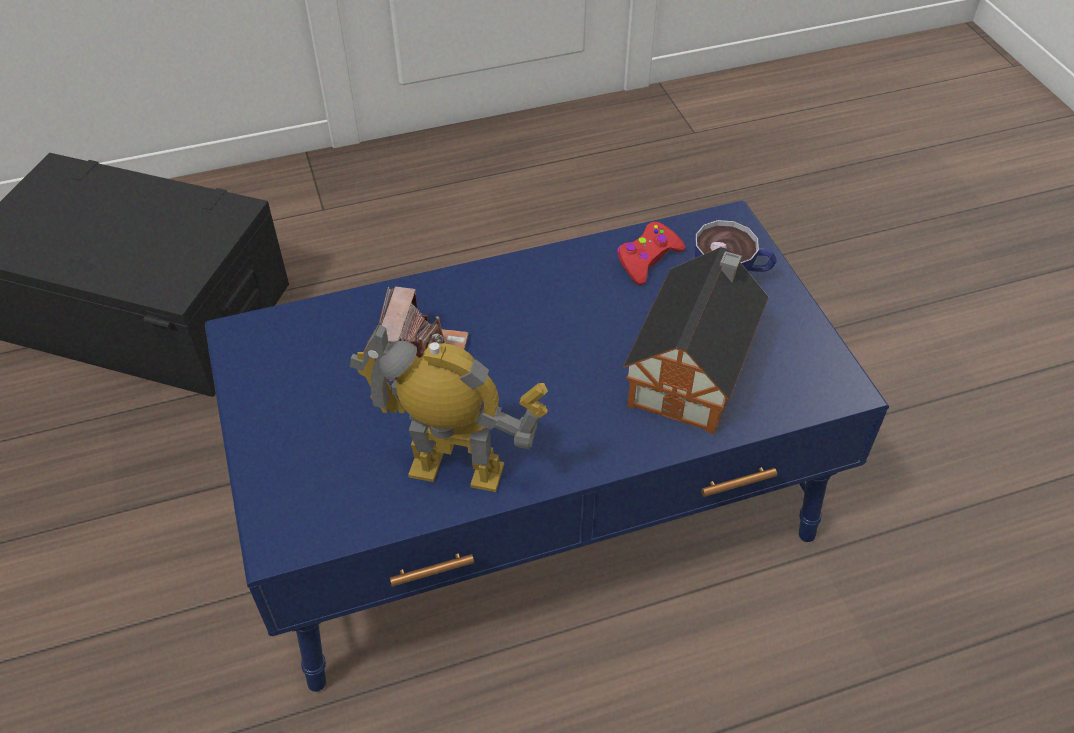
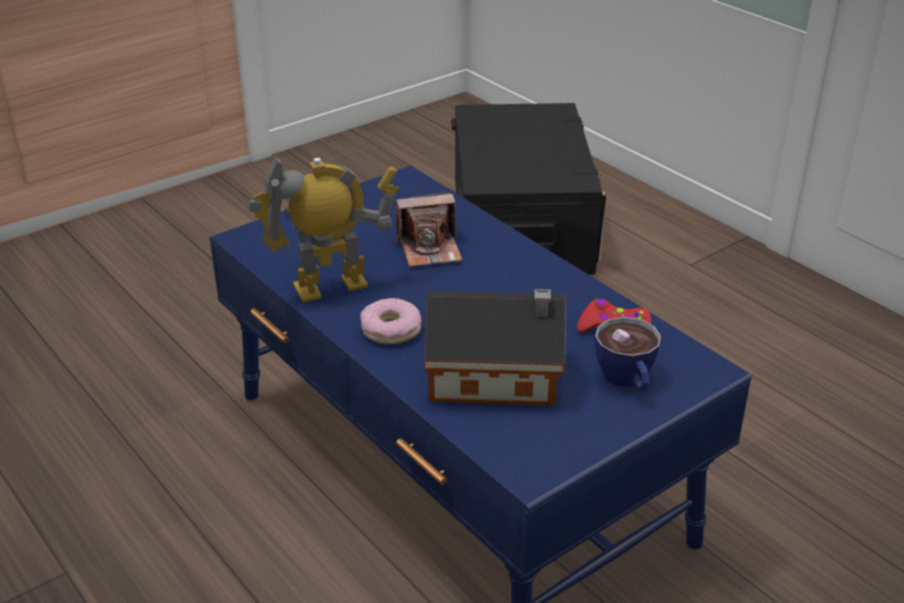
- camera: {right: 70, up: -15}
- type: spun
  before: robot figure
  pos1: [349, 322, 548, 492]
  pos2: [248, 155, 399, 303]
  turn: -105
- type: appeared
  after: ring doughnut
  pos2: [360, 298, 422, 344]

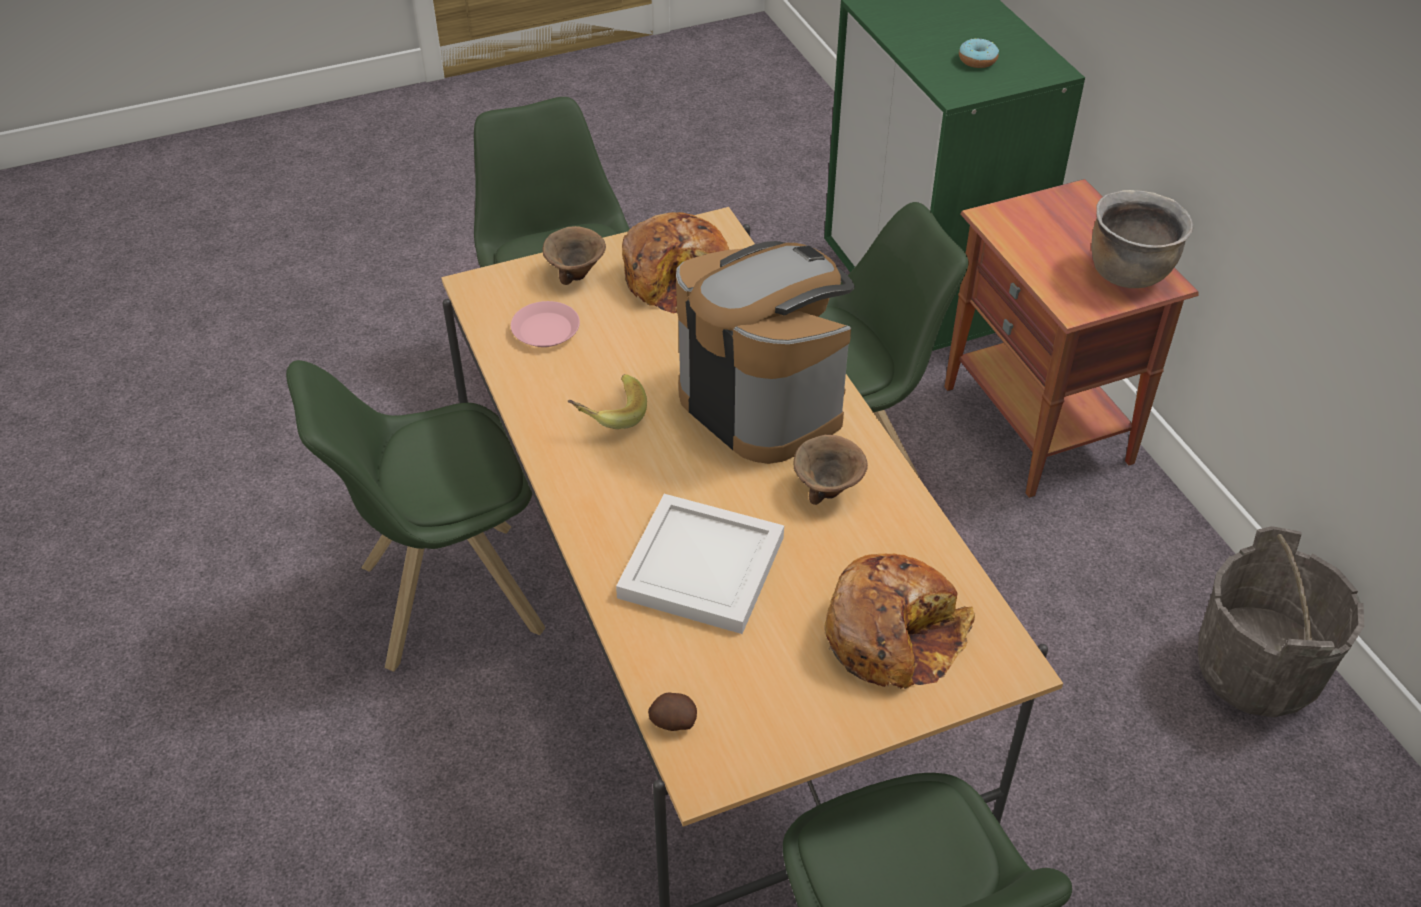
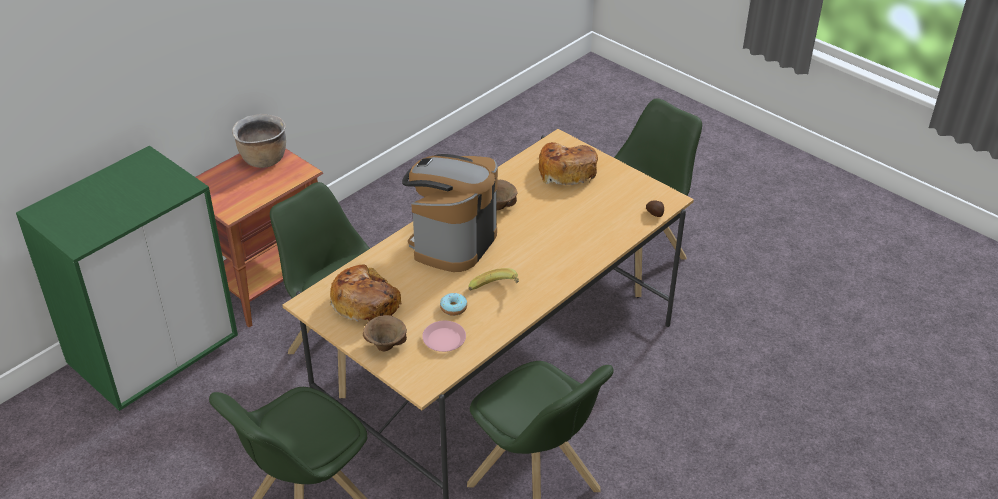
- camera: {right: -115, up: -5}
- type: relocated
  before: ring doughnut
  pos1: [959, 38, 999, 68]
  pos2: [440, 293, 467, 316]
- type: missing
  before: white carrying tray
  pos1: [616, 494, 784, 634]
- type: missing
  before: greyish water bucket
  pos1: [1198, 526, 1364, 717]

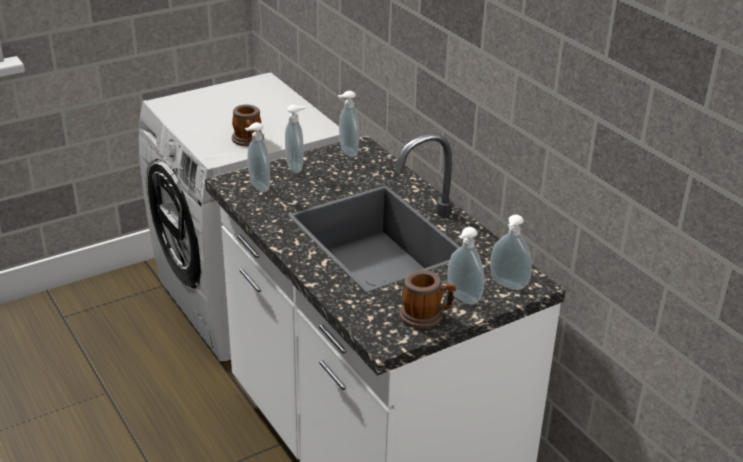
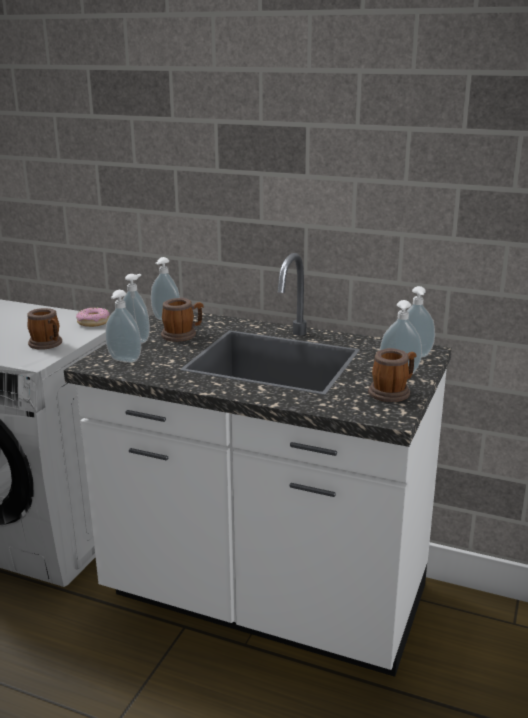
- camera: {right: -35, up: -10}
- type: appeared
  after: coffee mug
  pos2: [161, 298, 204, 342]
- type: appeared
  after: ring doughnut
  pos2: [76, 308, 110, 327]

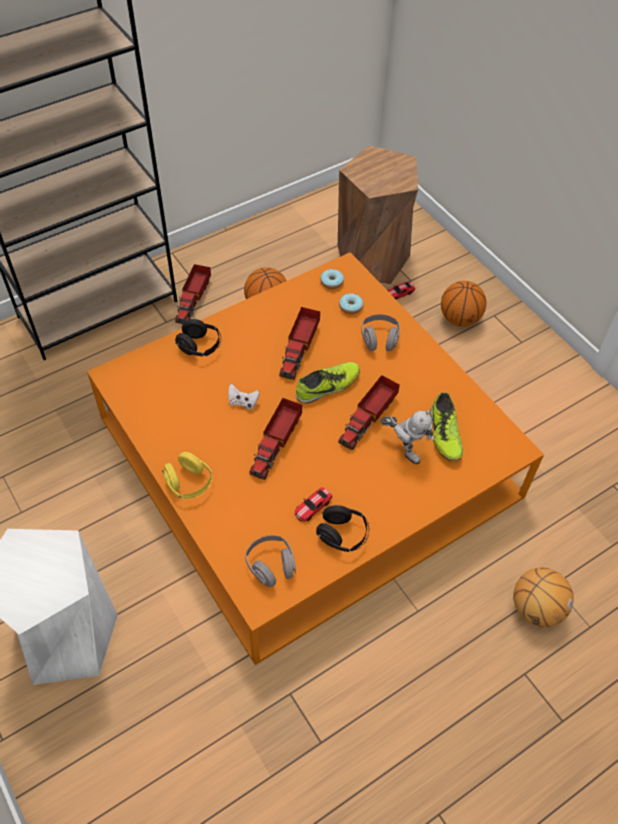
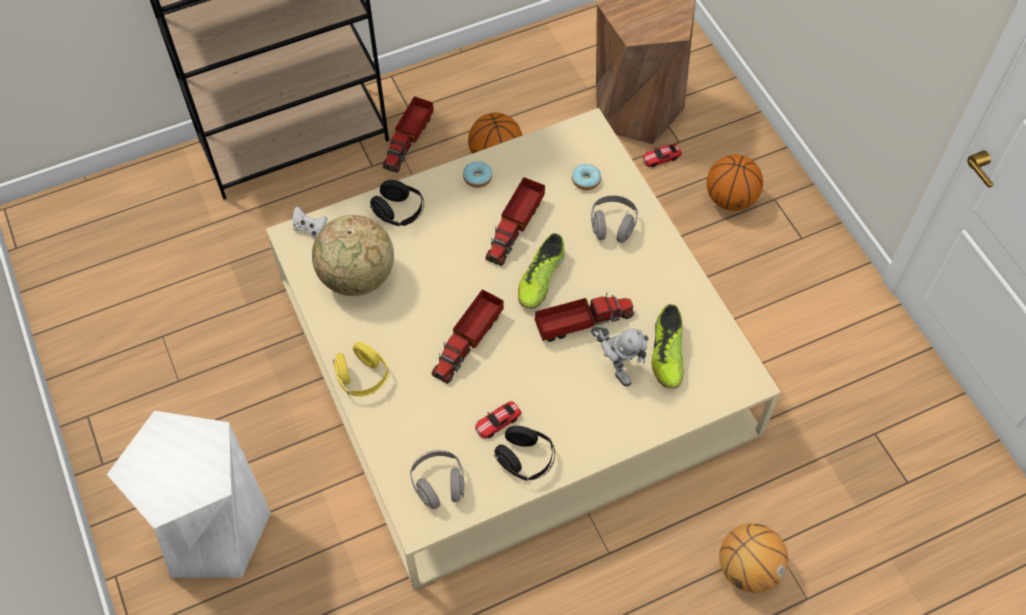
- camera: {right: 10, up: 5}
- type: colour
  before: orange low table
  after: beige-coloured low table
  pos1: [87, 252, 544, 665]
  pos2: [266, 108, 781, 589]
- type: relocated
  before: ring doughnut
  pos1: [320, 269, 344, 289]
  pos2: [463, 161, 492, 188]
- type: spun
  before: low shoe
  pos1: [296, 362, 360, 404]
  pos2: [518, 233, 565, 309]
  turn: 135
- type: spun
  before: toy truck
  pos1: [338, 375, 400, 450]
  pos2: [535, 293, 634, 342]
  turn: -150
- type: relocated
  before: white game controller
  pos1: [228, 384, 260, 410]
  pos2: [292, 206, 327, 238]
- type: appeared
  after: world globe
  pos2: [312, 215, 394, 296]

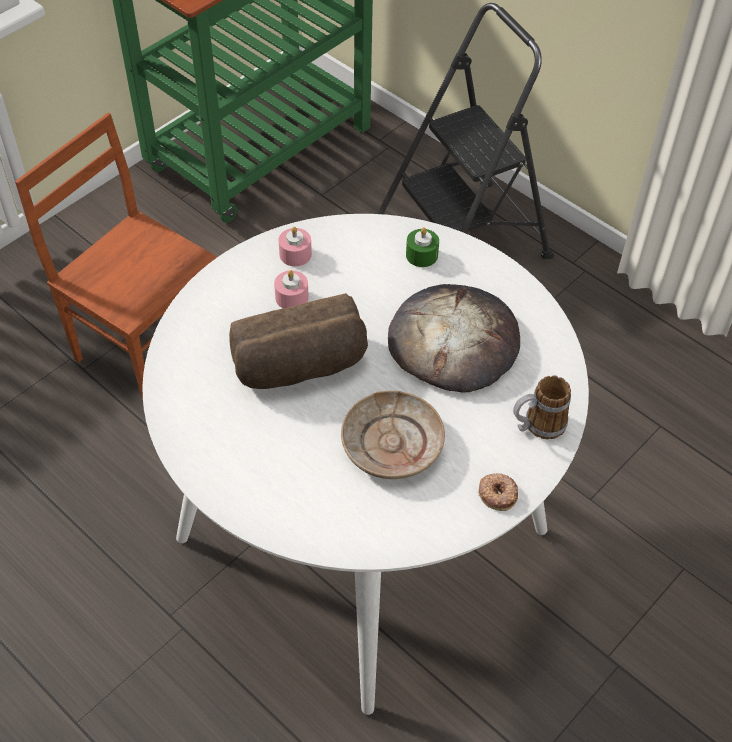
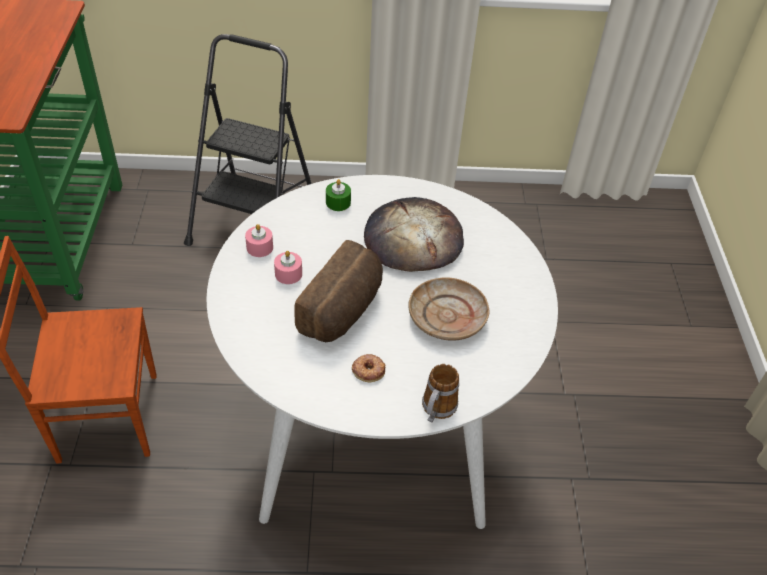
- camera: {right: -45, up: -5}
- type: relocated
  before: coffee mug
  pos1: [513, 375, 571, 439]
  pos2: [422, 364, 459, 422]
- type: relocated
  before: ring doughnut
  pos1: [478, 473, 518, 511]
  pos2: [352, 354, 385, 382]

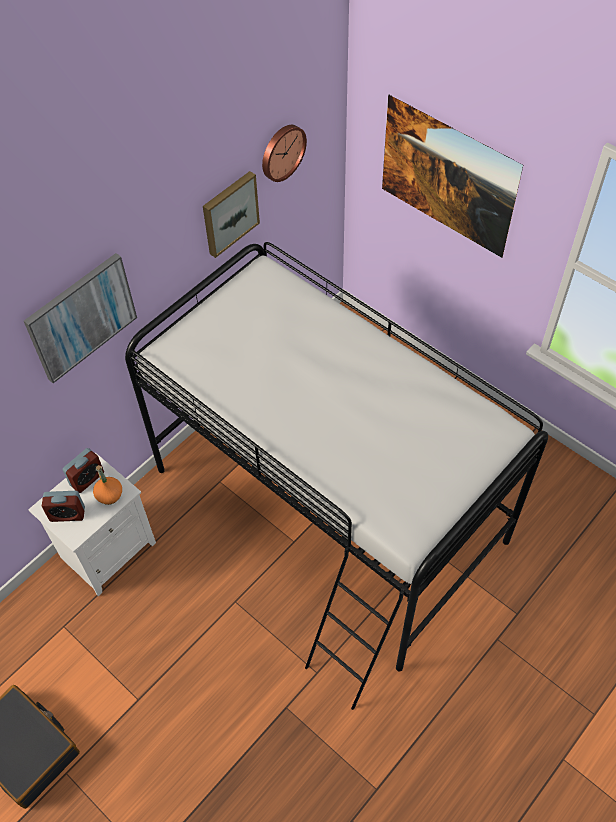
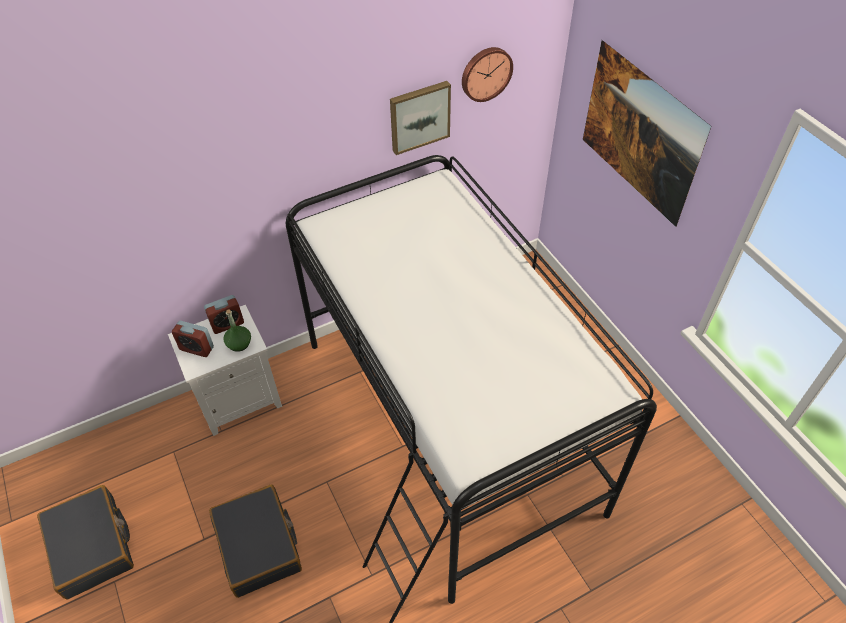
- camera: {right: 20, up: -5}
- type: missing
  before: wall art
  pos1: [24, 253, 137, 383]
- type: colour
  before: orange bottle
  after: greenish bottle
  pos1: [93, 465, 122, 505]
  pos2: [223, 309, 251, 352]
- type: appeared
  after: black piece of luggage
  pos2: [209, 485, 302, 598]

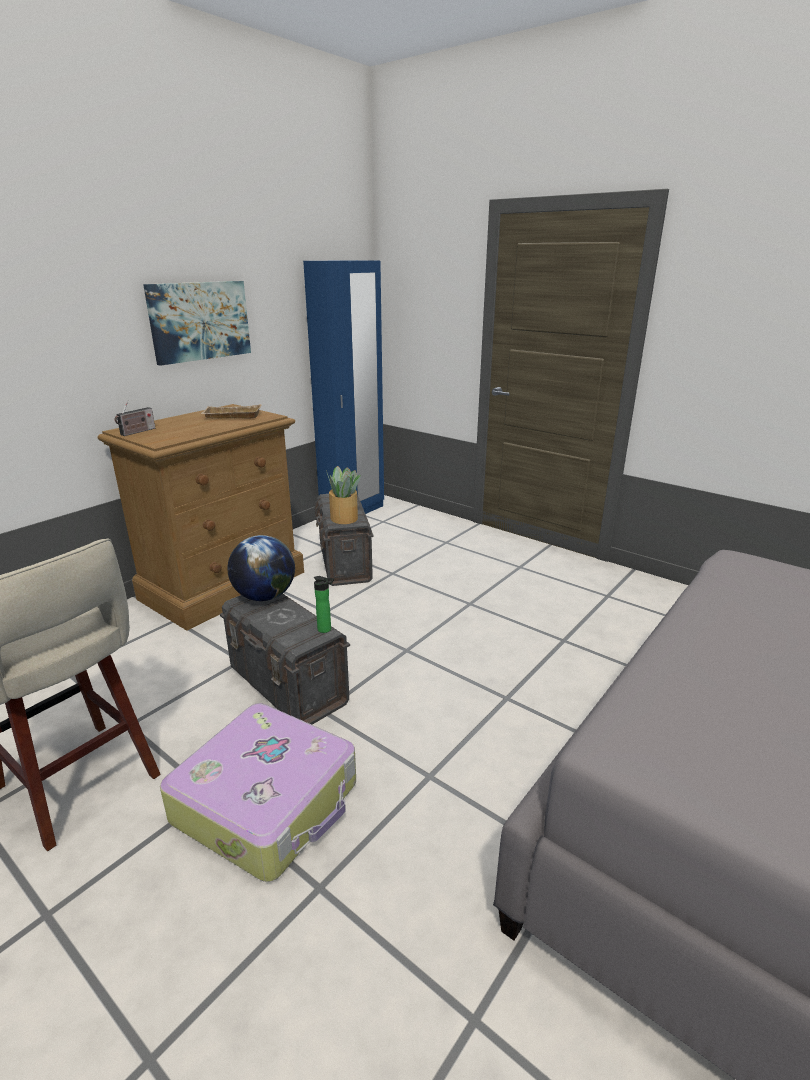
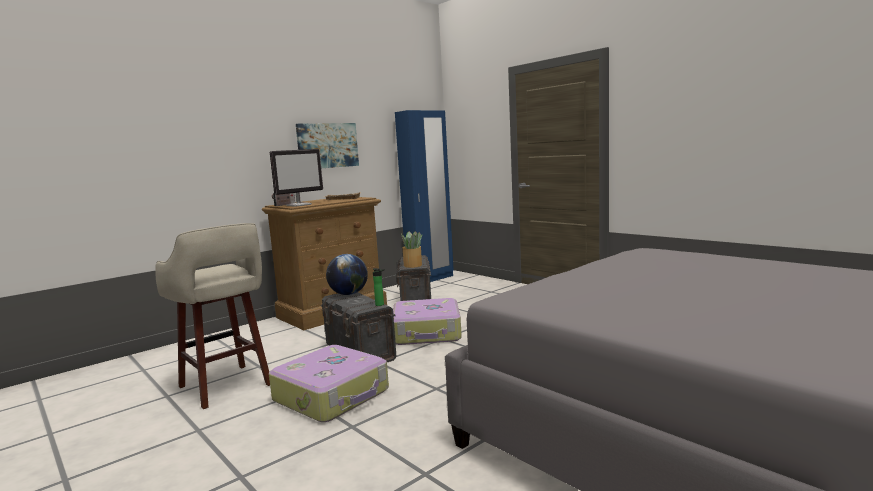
- camera: {right: 10, up: -15}
- type: appeared
  after: monitor
  pos2: [270, 149, 323, 207]
- type: appeared
  after: piece of luggage
  pos2: [393, 298, 462, 345]

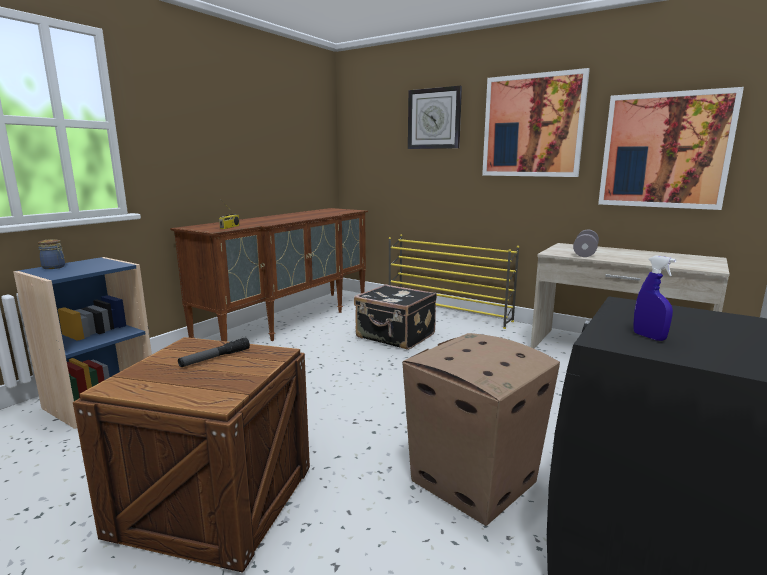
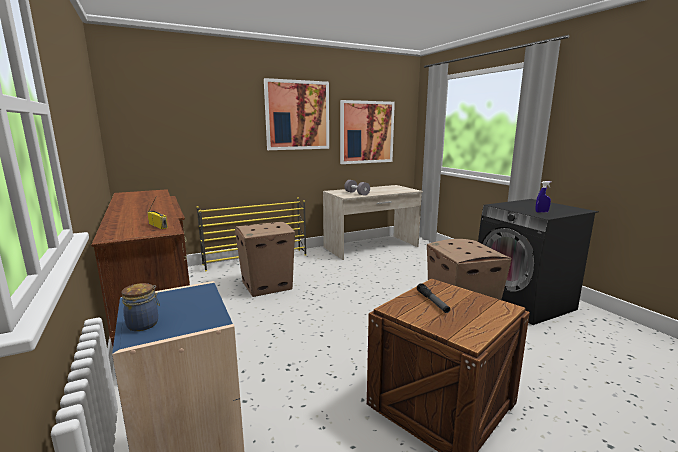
- camera: {right: -60, up: 0}
- type: missing
  before: hanging clock
  pos1: [408, 86, 462, 149]
- type: exchanged
  before: black piece of luggage
  after: cardboard box
  pos1: [354, 284, 437, 350]
  pos2: [235, 222, 295, 297]

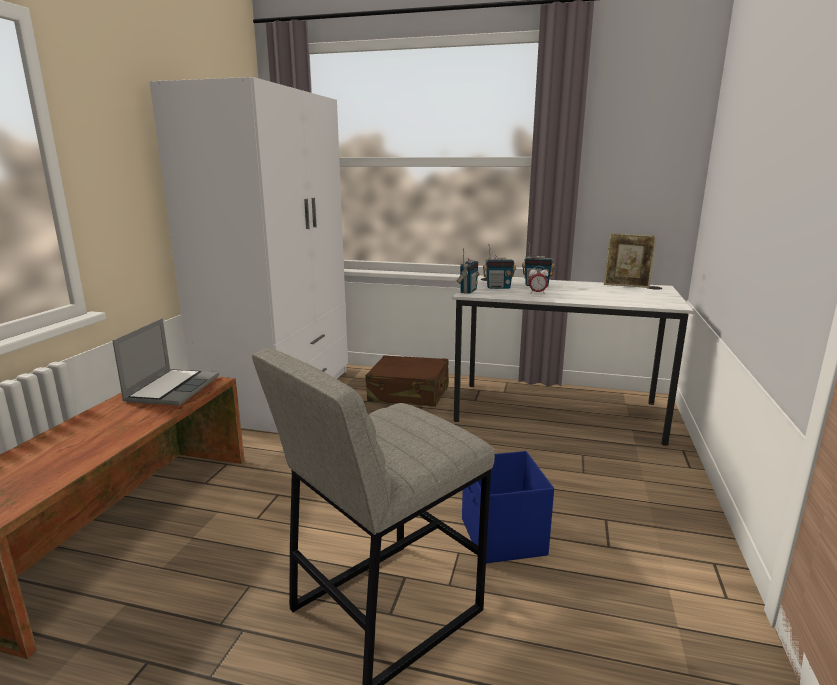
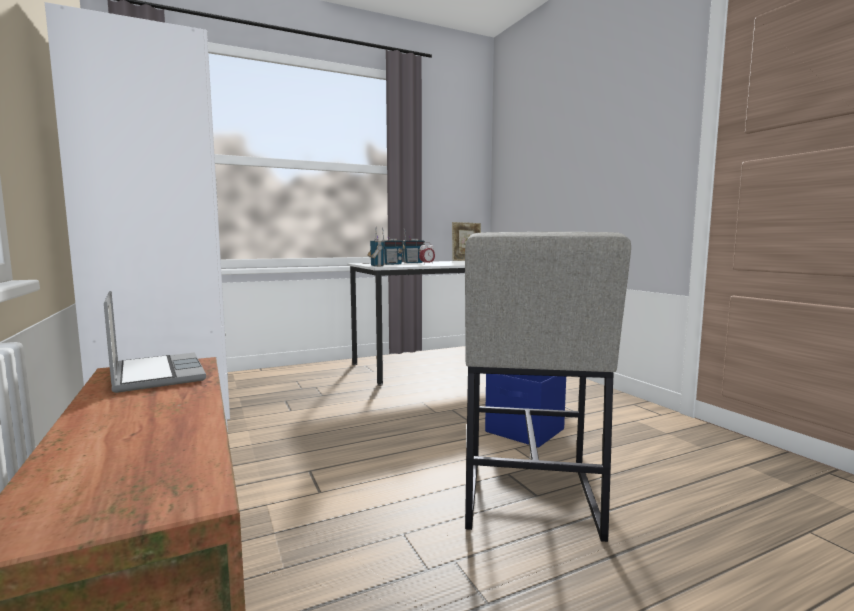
- camera: {right: -40, up: -10}
- type: missing
  before: brown-coloured piece of luggage
  pos1: [365, 355, 449, 407]

